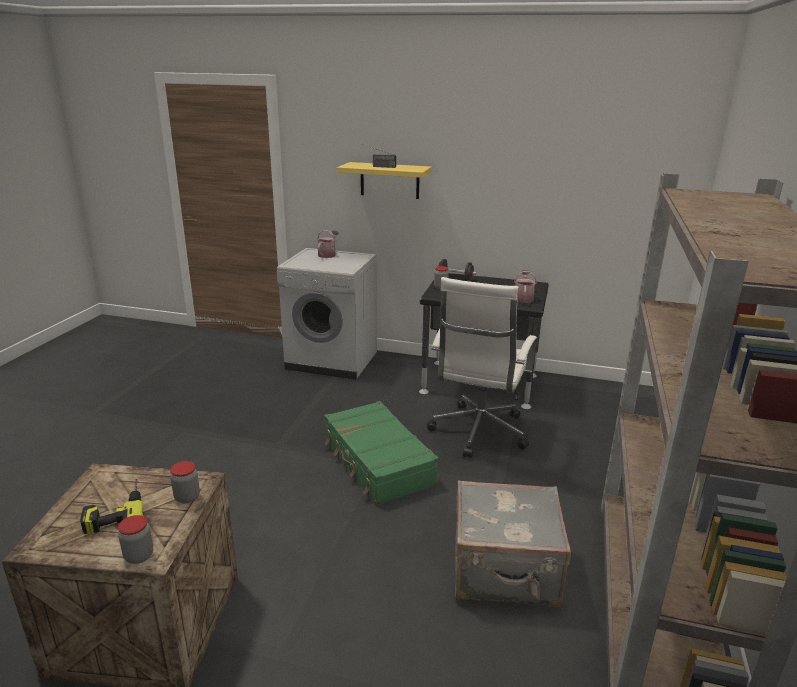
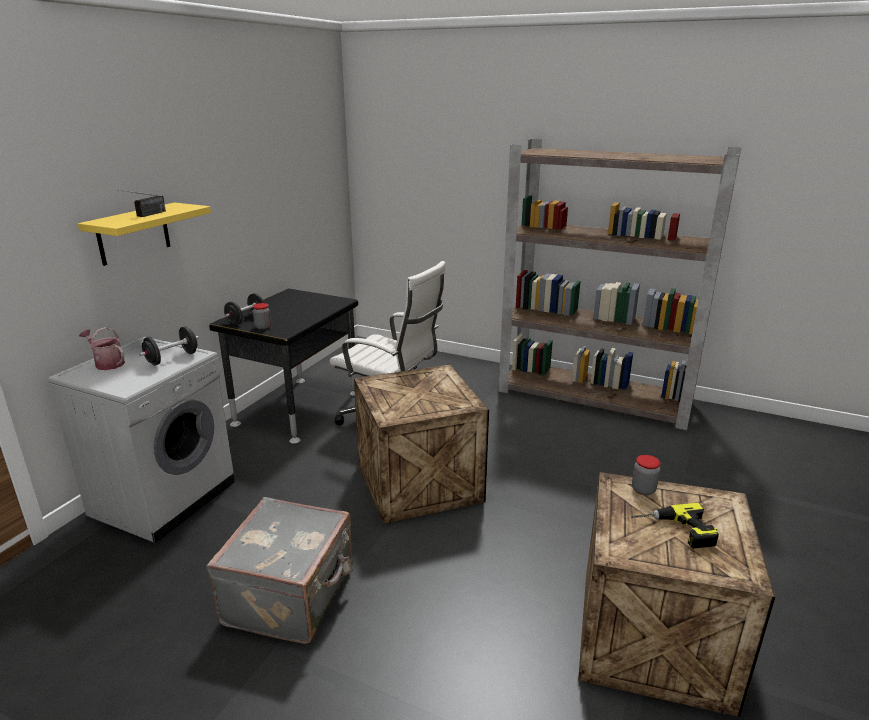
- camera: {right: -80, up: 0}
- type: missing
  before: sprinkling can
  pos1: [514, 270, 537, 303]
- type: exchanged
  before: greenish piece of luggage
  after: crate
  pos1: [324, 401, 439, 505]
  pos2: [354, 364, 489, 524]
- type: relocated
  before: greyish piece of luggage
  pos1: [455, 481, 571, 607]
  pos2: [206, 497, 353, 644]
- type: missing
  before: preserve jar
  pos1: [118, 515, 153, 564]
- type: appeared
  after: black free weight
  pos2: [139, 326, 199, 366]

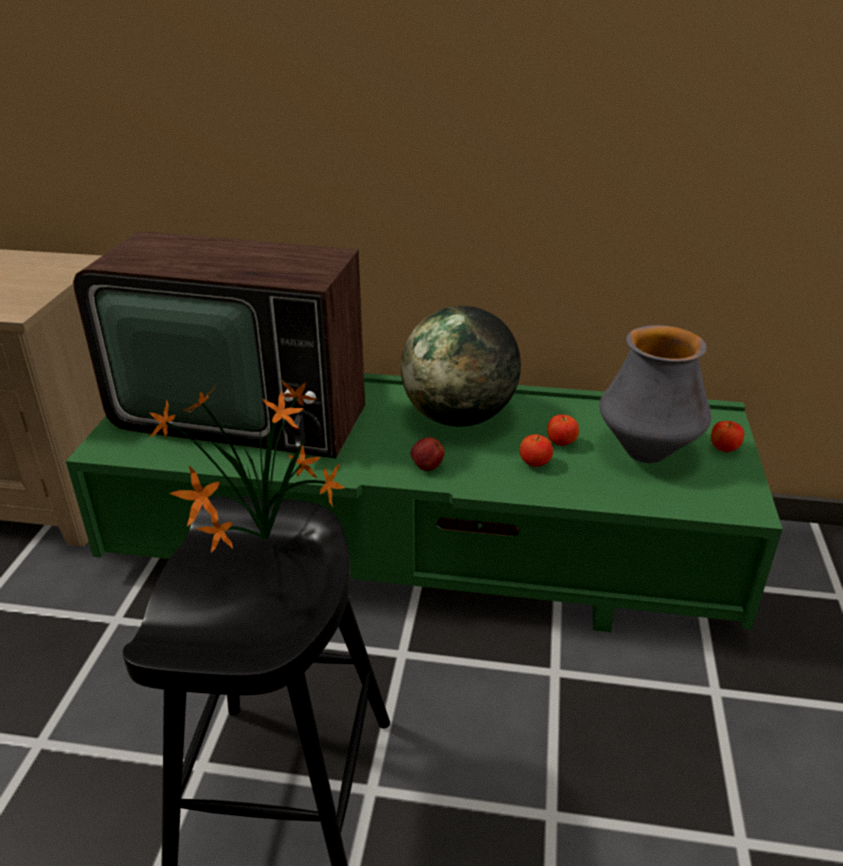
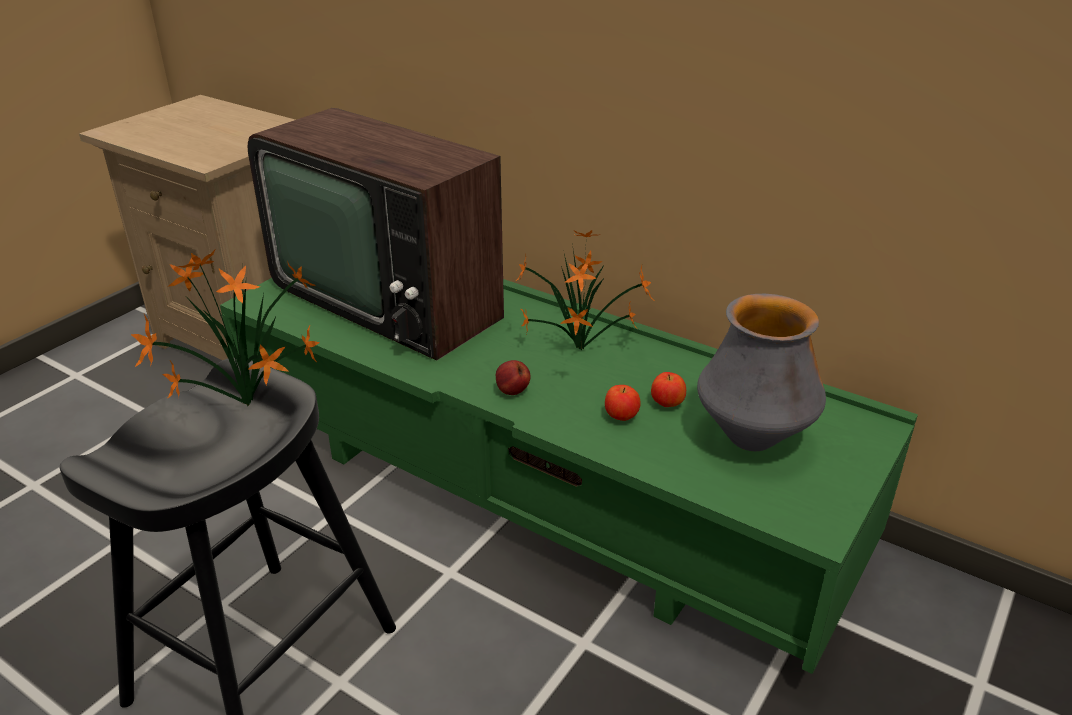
- camera: {right: 25, up: 0}
- type: exchanged
  before: world globe
  after: plant in a pot
  pos1: [401, 306, 521, 427]
  pos2: [516, 230, 654, 351]
- type: missing
  before: apple fruit
  pos1: [711, 421, 744, 452]

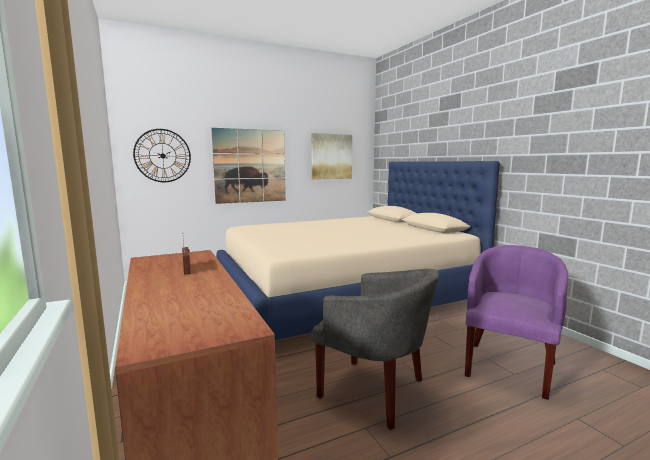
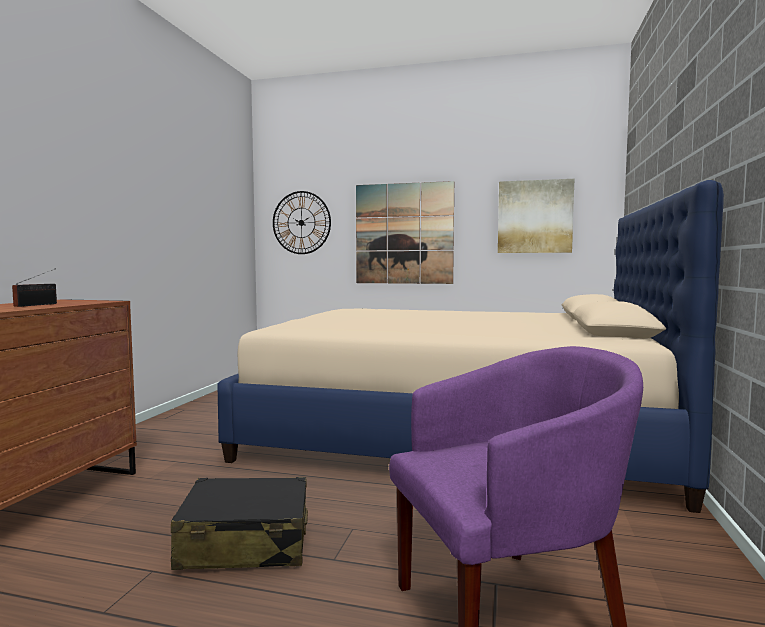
- camera: {right: 40, up: -5}
- type: exchanged
  before: greyish lounge chair
  after: black piece of luggage
  pos1: [311, 268, 439, 430]
  pos2: [171, 477, 308, 570]

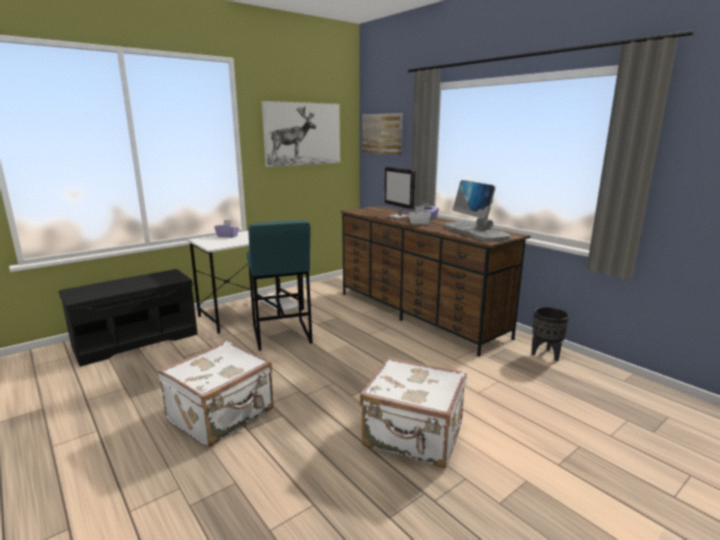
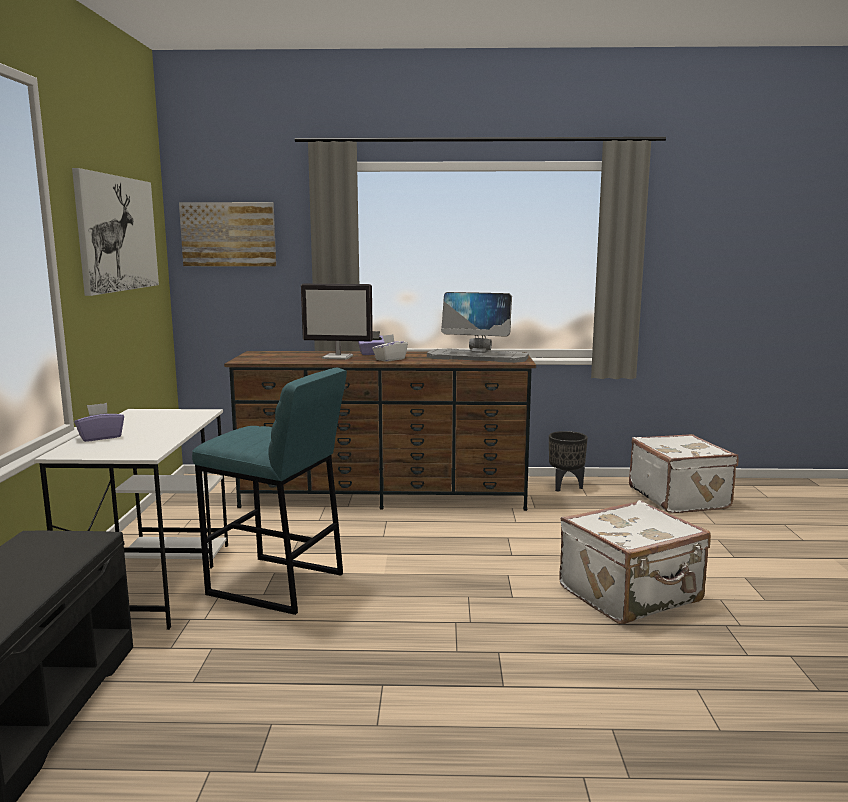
- camera: {right: -50, up: -5}
- type: relocated
  before: white piece of luggage
  pos1: [158, 341, 274, 448]
  pos2: [629, 434, 739, 513]

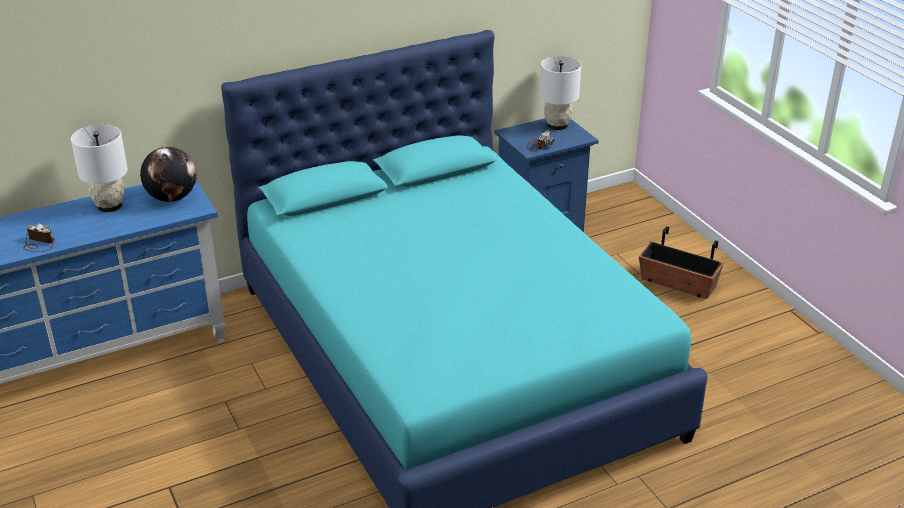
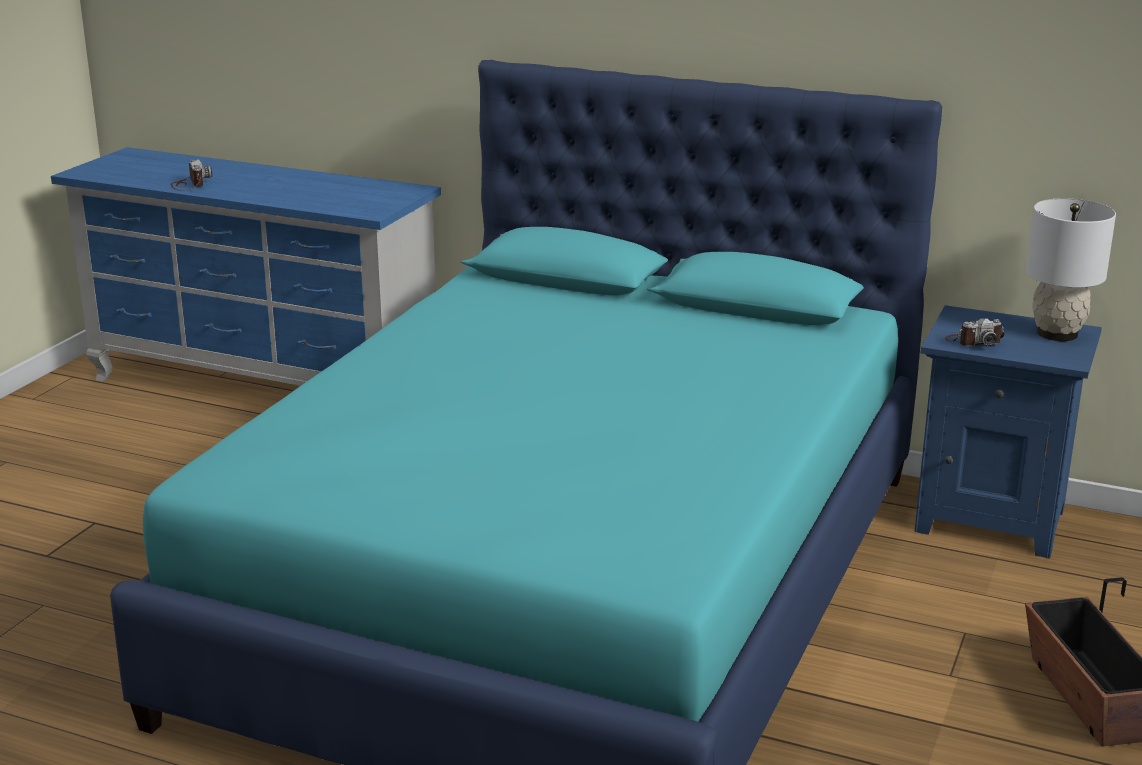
- camera: {right: 50, up: -10}
- type: missing
  before: white lamp for a table
  pos1: [71, 124, 128, 212]
- type: missing
  before: world globe
  pos1: [140, 147, 197, 202]

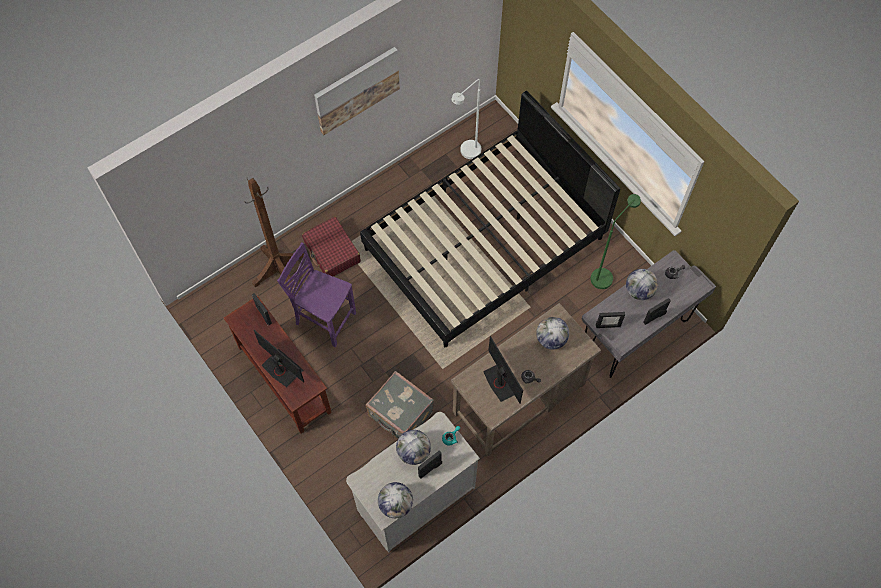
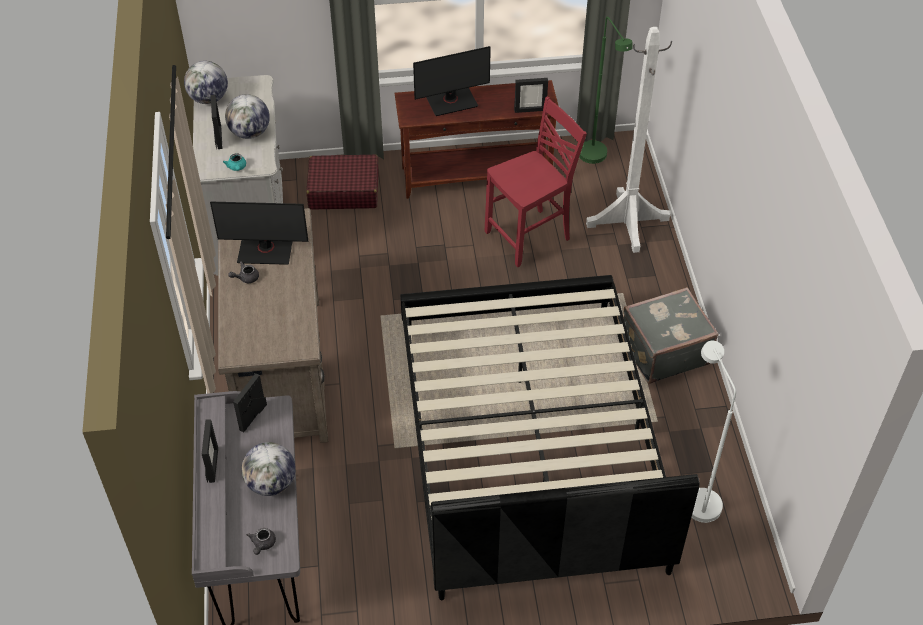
- camera: {right: 120, up: -15}
- type: missing
  before: wall art
  pos1: [314, 47, 400, 135]
- type: colour
  before: brown-coloured clothes rack
  after: white clothes rack
  pos1: [244, 177, 304, 292]
  pos2: [586, 27, 672, 253]
- type: relocated
  before: greenish standard lamp
  pos1: [591, 194, 641, 289]
  pos2: [579, 17, 633, 164]
- type: relocated
  before: red-coloured piece of luggage
  pos1: [302, 217, 361, 277]
  pos2: [306, 154, 379, 209]
- type: colour
  before: purplish chair
  after: red-coloured chair
  pos1: [277, 242, 356, 347]
  pos2: [485, 96, 587, 267]
- type: missing
  before: world globe
  pos1: [536, 317, 569, 350]
- type: relocated
  before: greyish piece of luggage
  pos1: [366, 371, 434, 439]
  pos2: [623, 287, 719, 384]

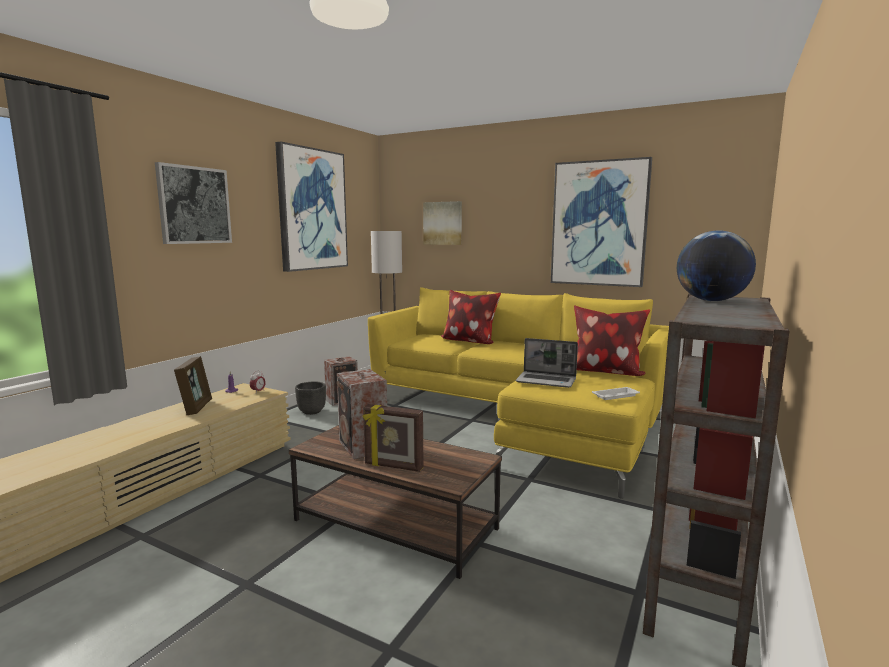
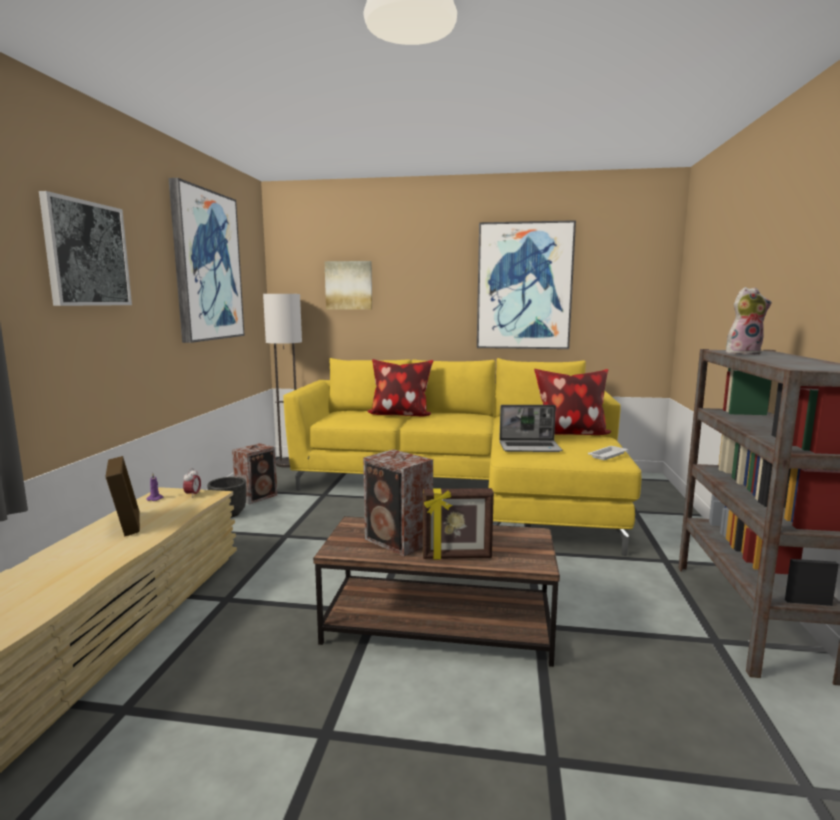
- camera: {right: -20, up: 0}
- type: exchanged
  before: world globe
  after: cuddly toy
  pos1: [677, 230, 756, 301]
  pos2: [726, 287, 772, 355]

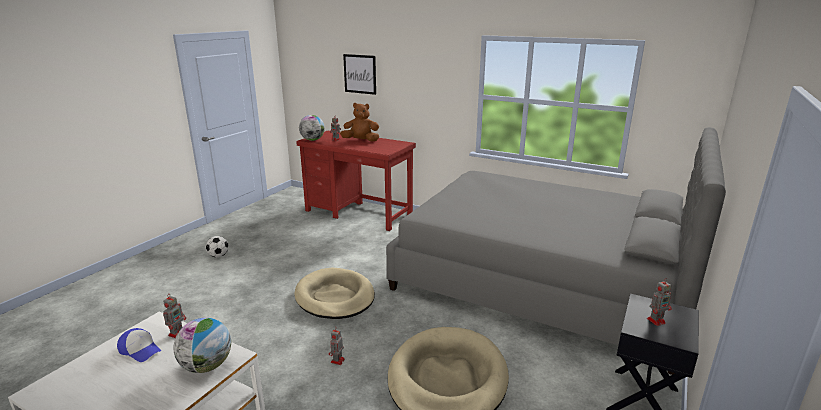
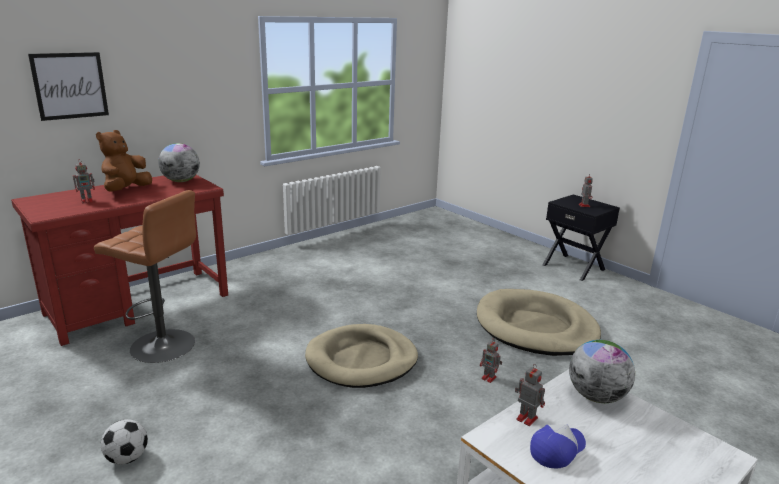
- camera: {right: -70, up: 0}
- type: relocated
  before: world globe
  pos1: [299, 115, 325, 141]
  pos2: [158, 143, 200, 182]
- type: missing
  before: greyish bedroom bed
  pos1: [386, 127, 726, 375]
- type: appeared
  after: brown-coloured stool
  pos2: [94, 190, 196, 363]

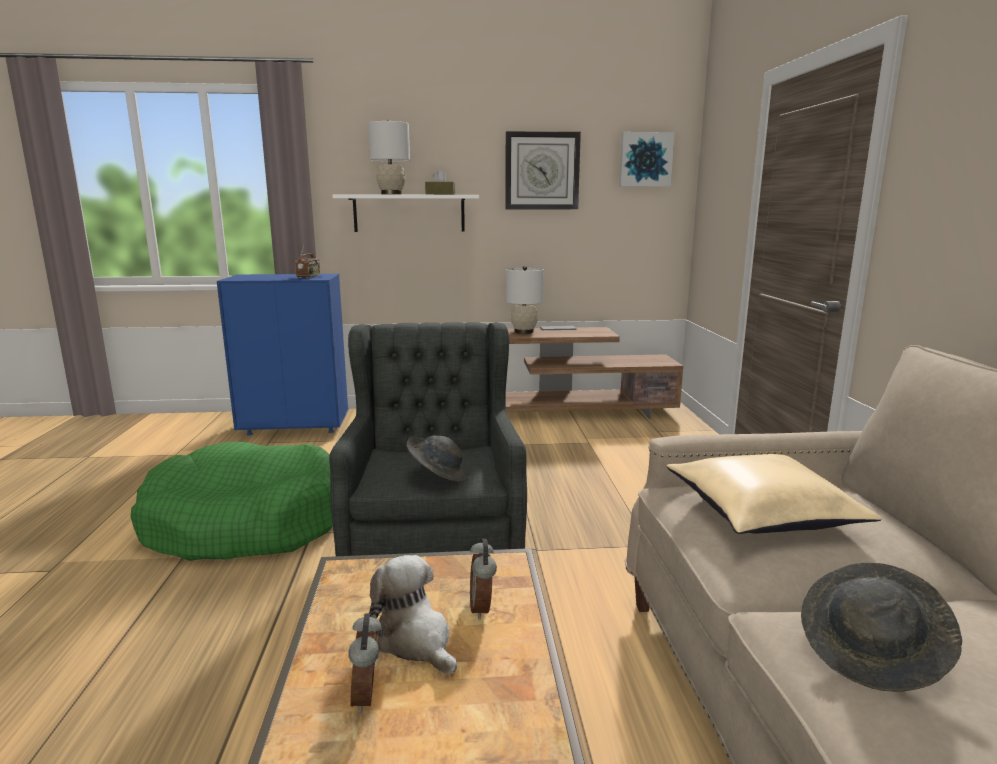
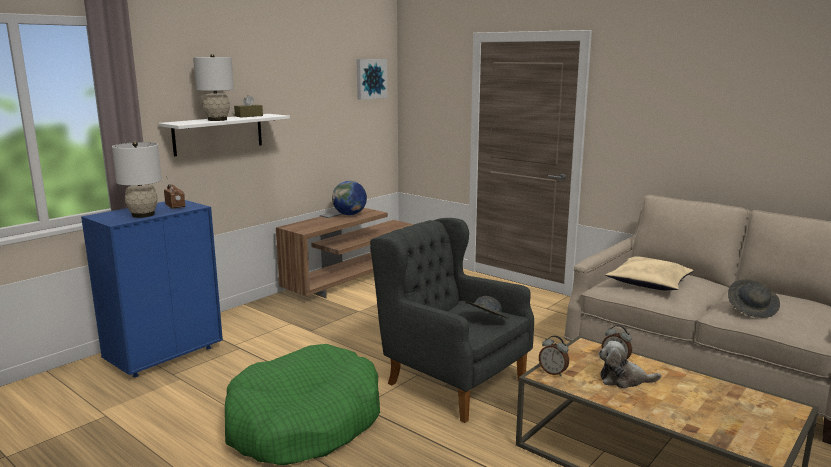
- camera: {right: -45, up: 0}
- type: missing
  before: hanging clock
  pos1: [505, 131, 581, 210]
- type: relocated
  before: white lamp for a table
  pos1: [506, 266, 544, 334]
  pos2: [112, 141, 162, 218]
- type: relocated
  before: alarm clock
  pos1: [348, 613, 382, 714]
  pos2: [539, 336, 569, 376]
- type: appeared
  after: world globe
  pos2: [332, 181, 367, 215]

